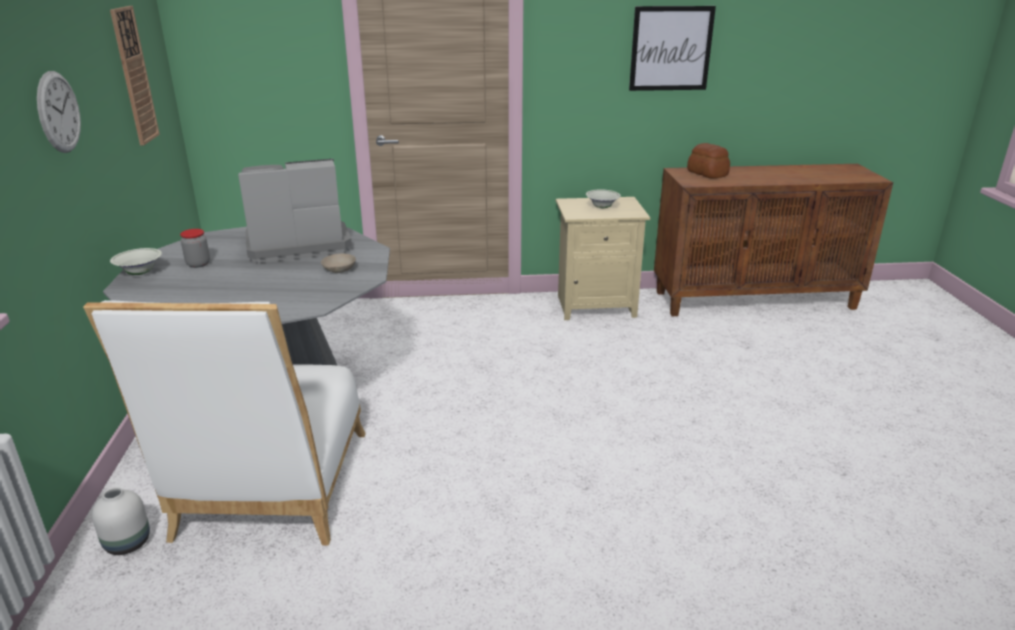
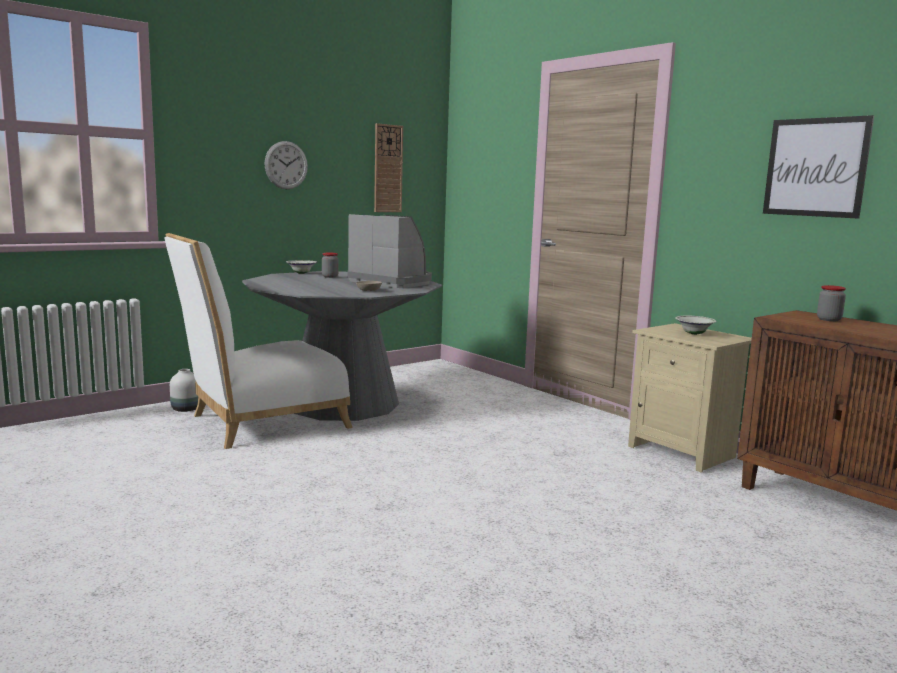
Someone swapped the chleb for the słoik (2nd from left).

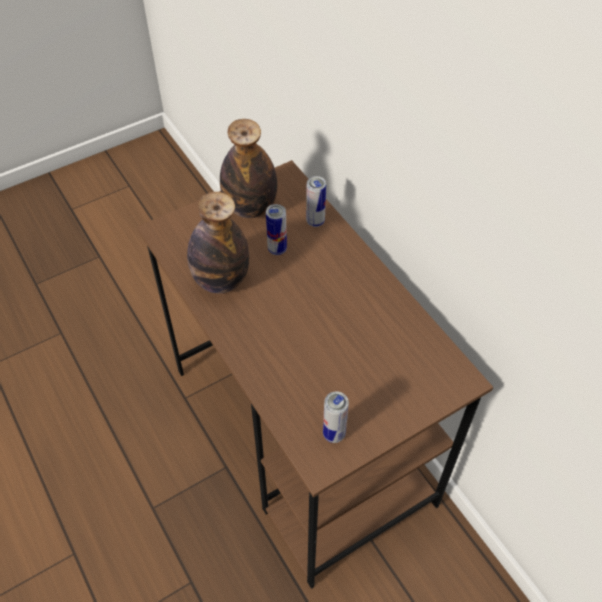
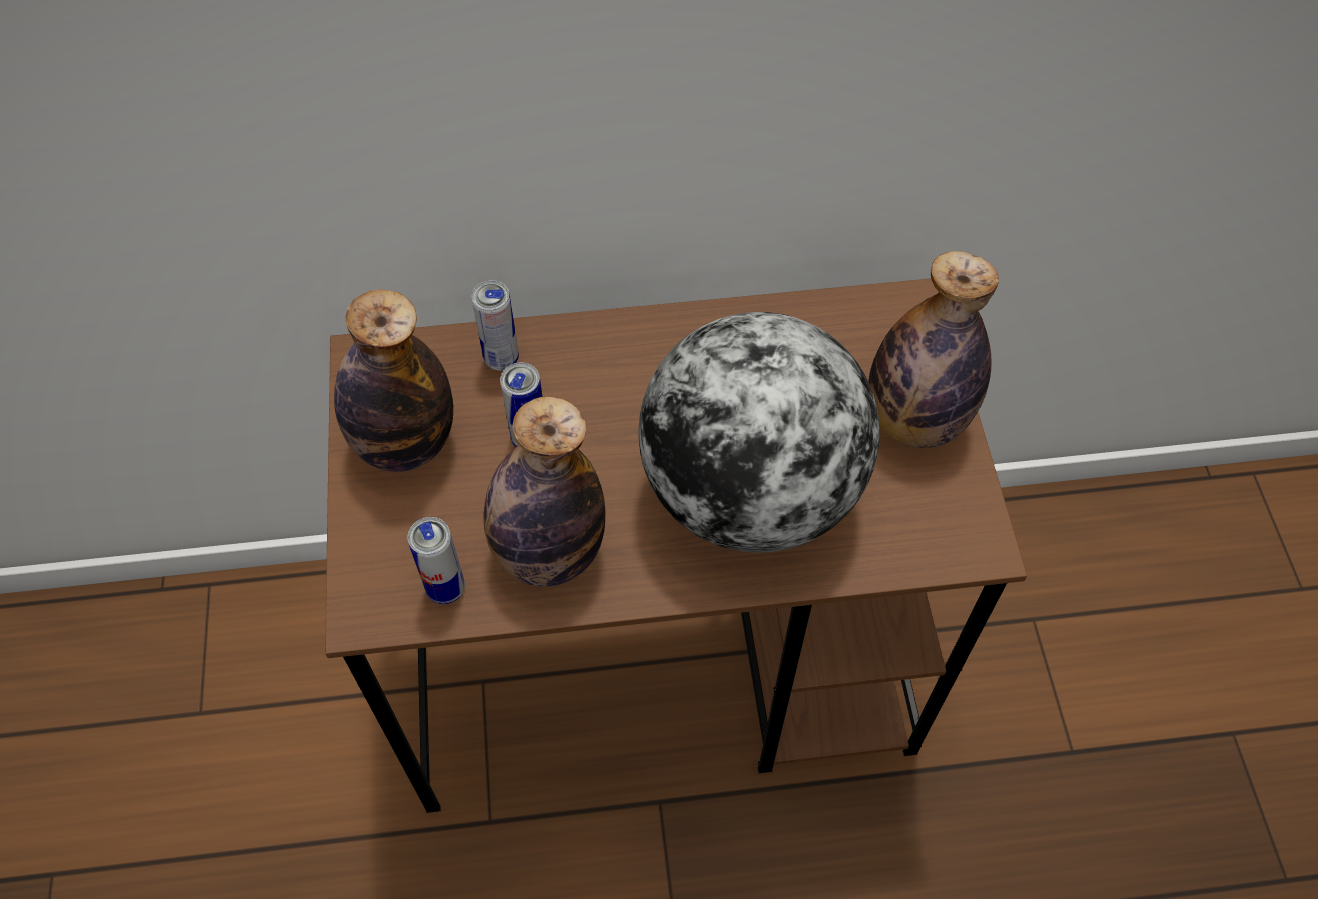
Someone put down the globus. Someone put down the butelka (3rd from left). Someone carried the puszka (3rd from left in the first image).

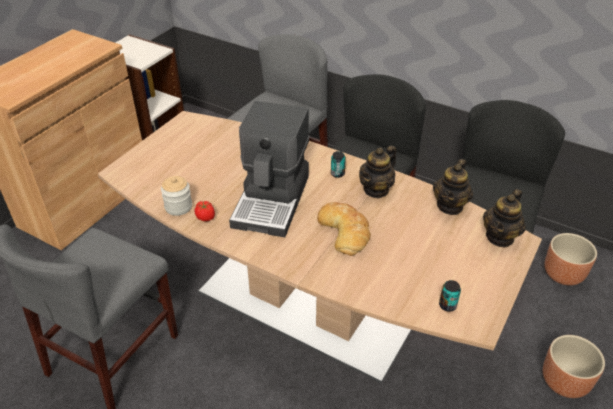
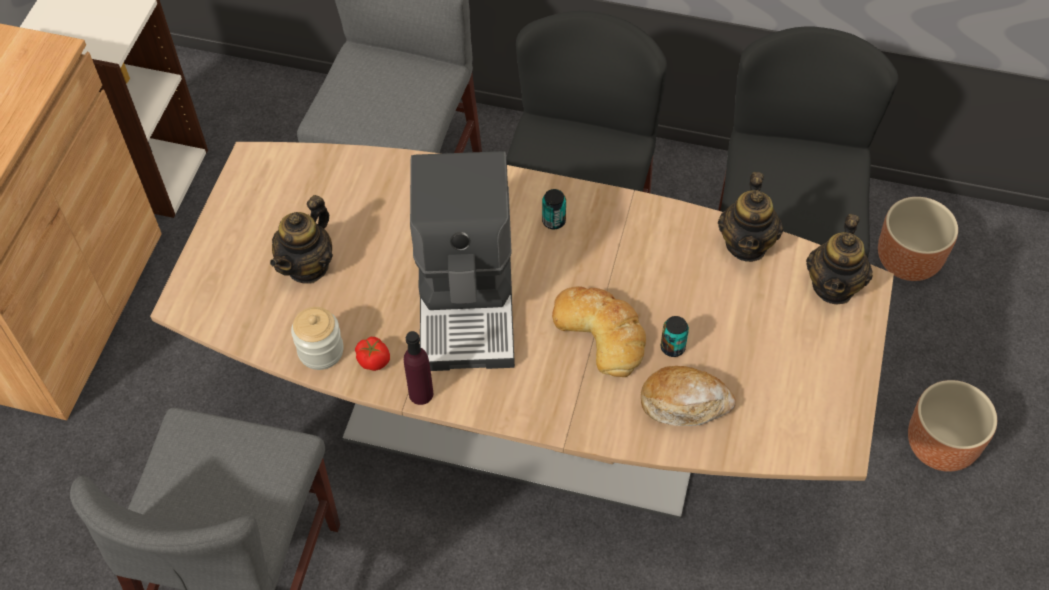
Someone put down the butelka/fioletowy. Someone put down the chleb (2nd from left). Someone carried the imbryk (1st from left). Someone carried the puszka (2nd from left).

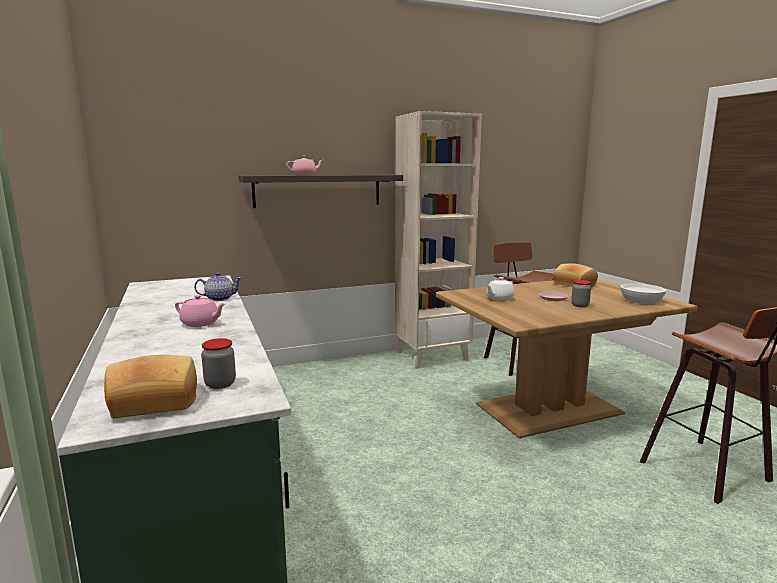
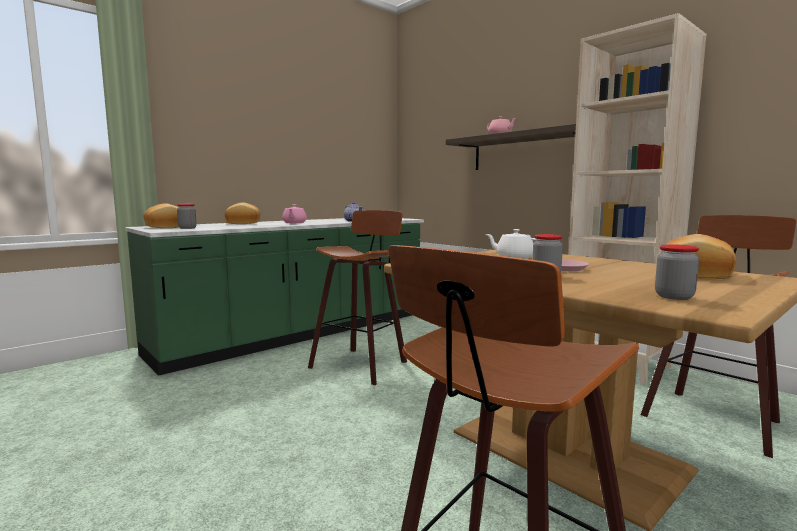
Someone put down the chleb (2nd from left). Someone put down the stołek (1st from left). Someone swapped the miska/biały for the słoik (3rd from left).

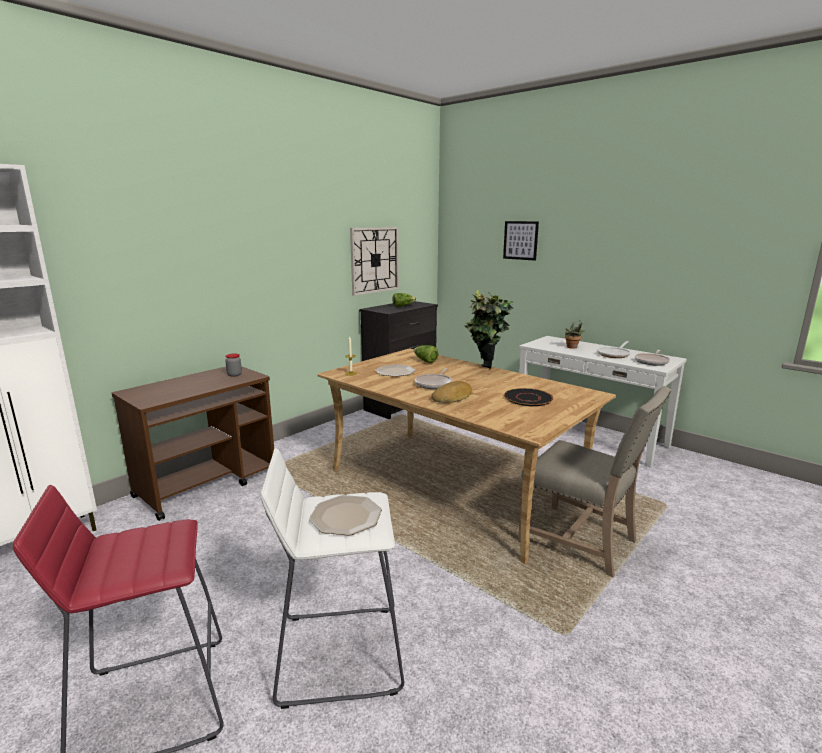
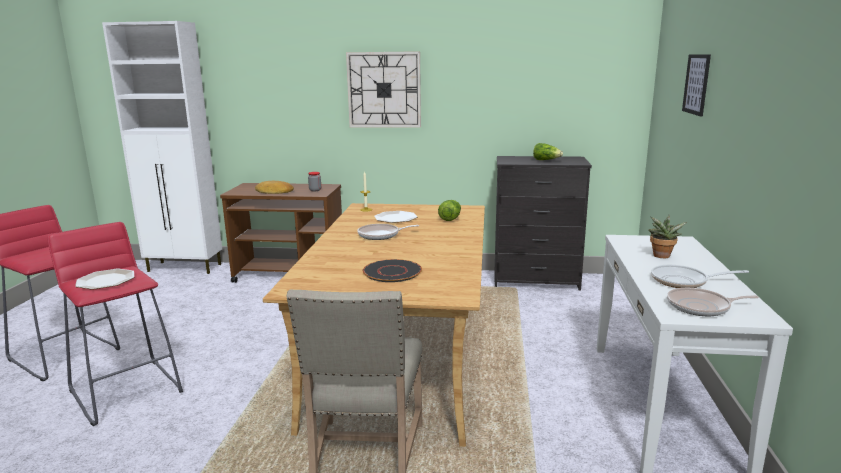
Someone took away the roślina doniczkowa (1st from left). Someone carried the zegar ścienny. Someone carried the chleb. Someone repainted the stołek/biały, which became the stołek/czerwony (2nd from left).

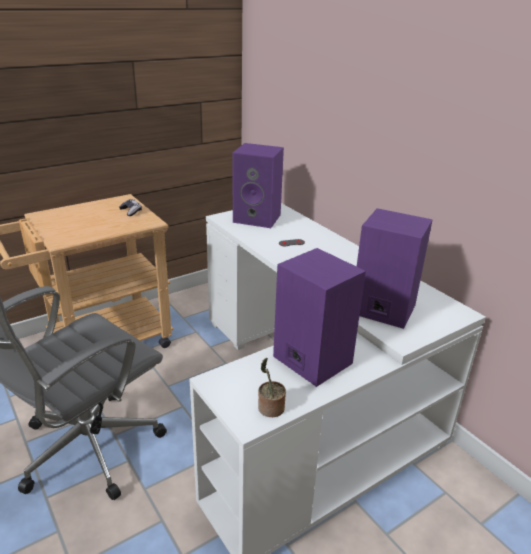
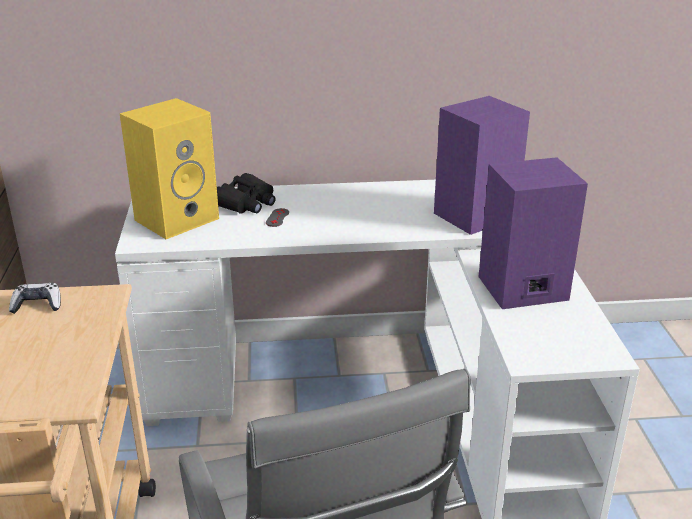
Someone took away the roślina doniczkowa. Someone put down the lornetka/czarny. Someone repainted the głośnik/fioletowy (1st from left), which became the głośnik/żółty.

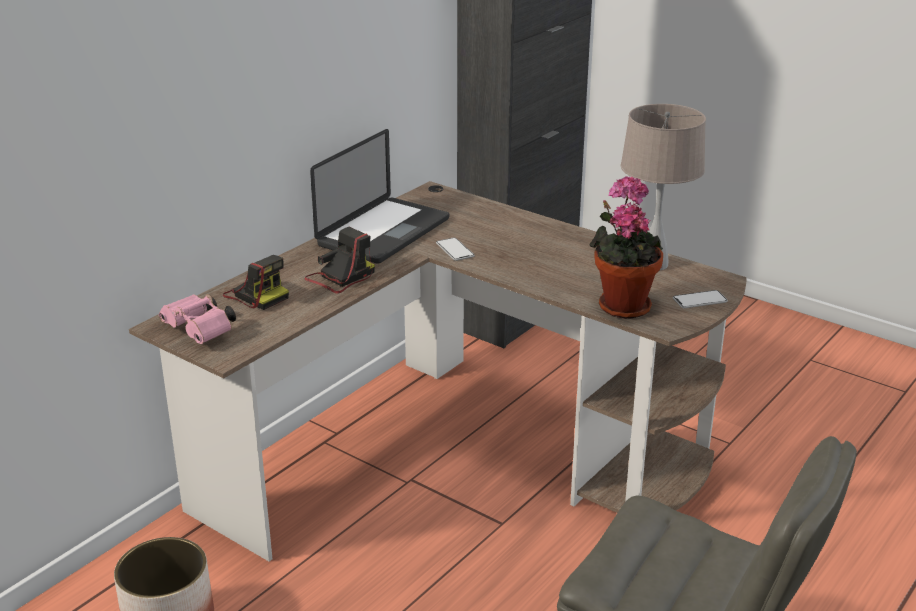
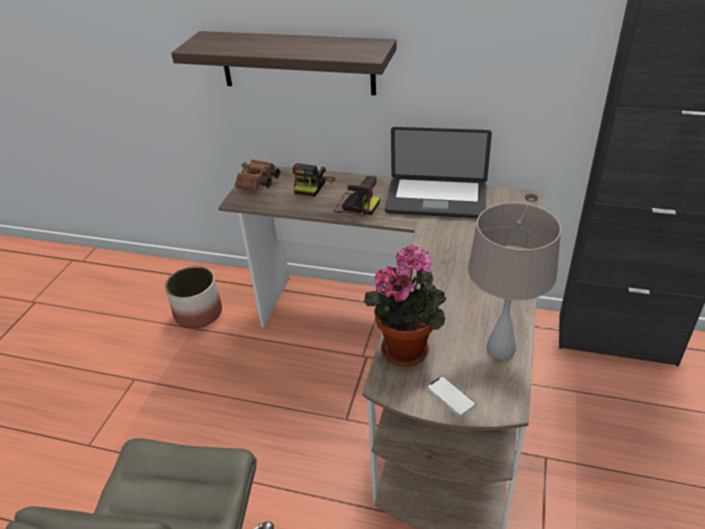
Someone took away the telefon (1st from left). Someone put up the półka. Someone repainted the lornetka/różowy, which became the lornetka/brązowy.

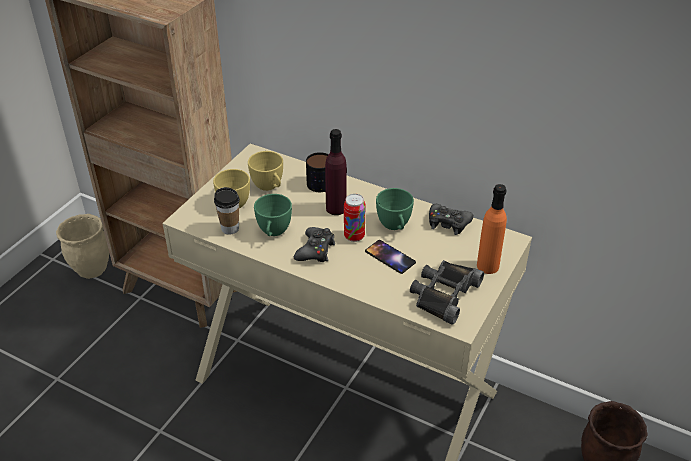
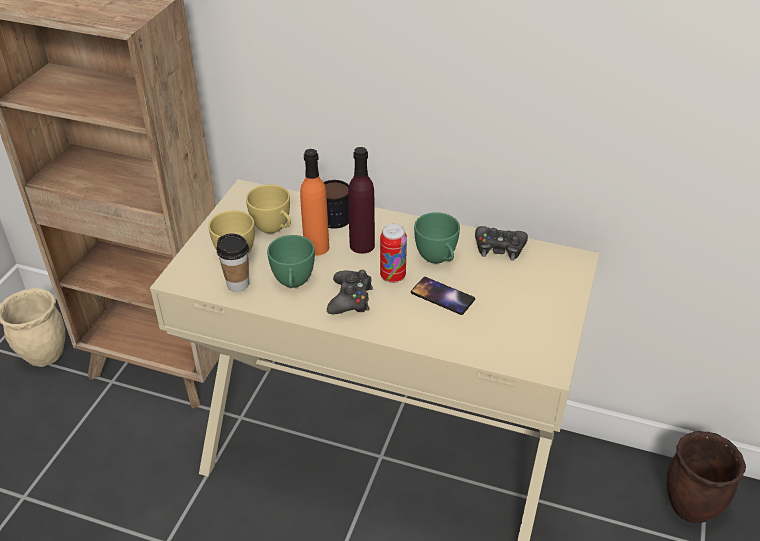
Someone took away the lornetka/czarny. Someone carried the butelka/pomarańczowy.

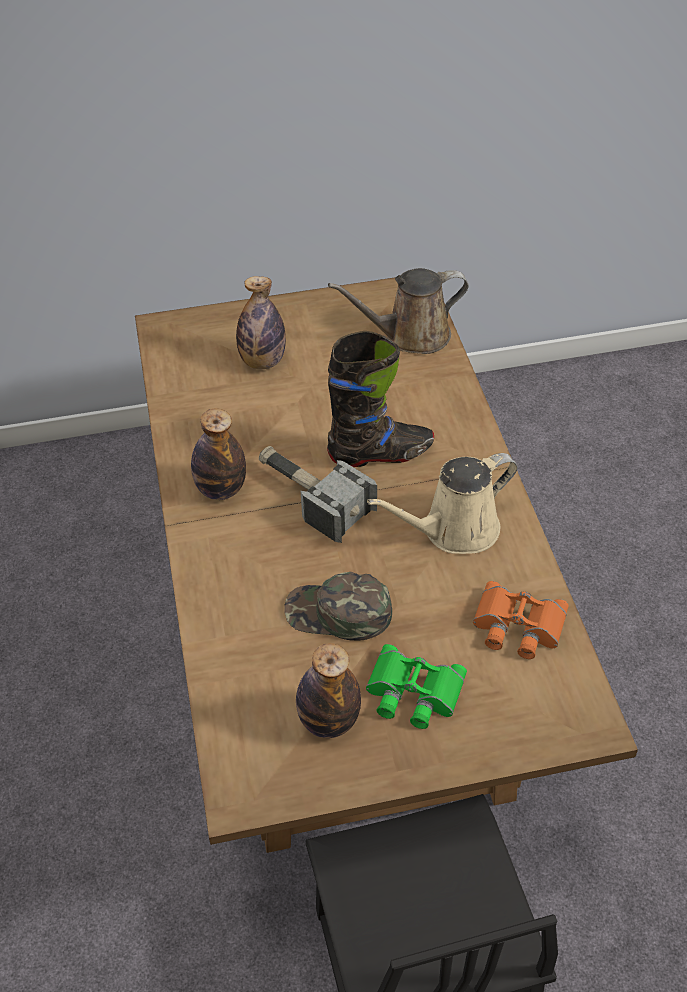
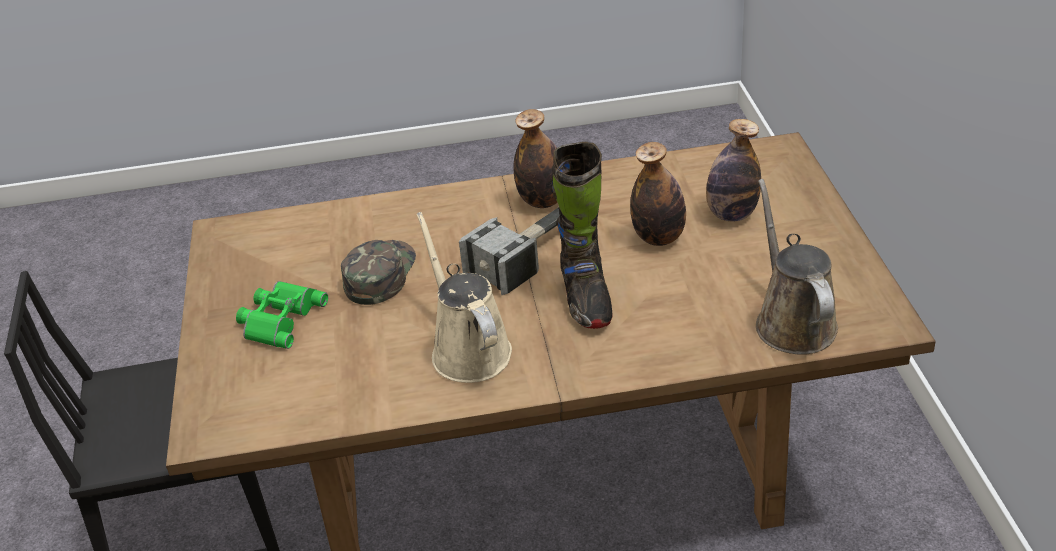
Someone took away the lornetka/pomarańczowy. Someone carried the butelka (3rd from left in the first image).

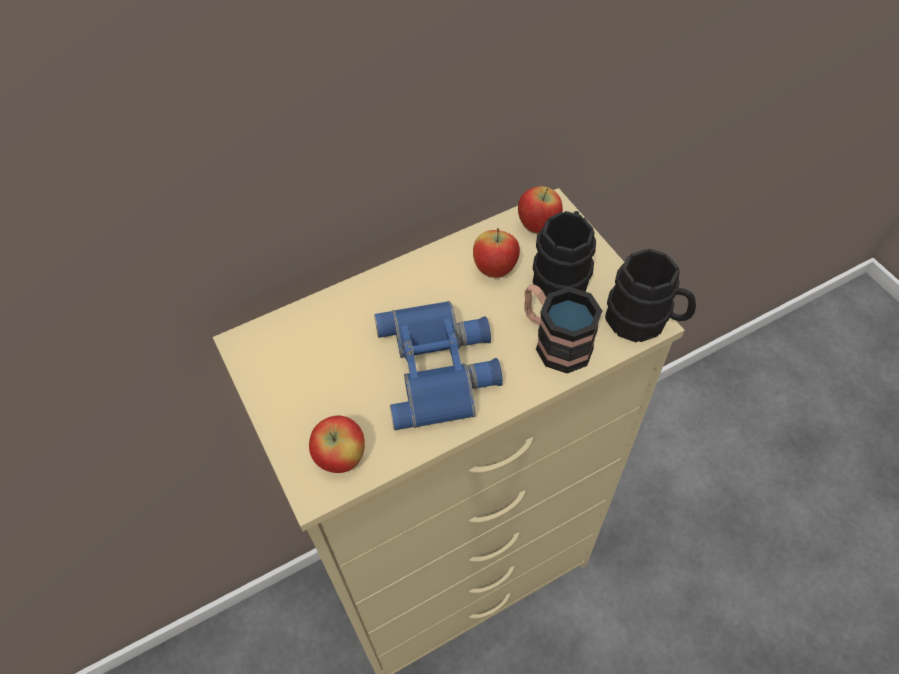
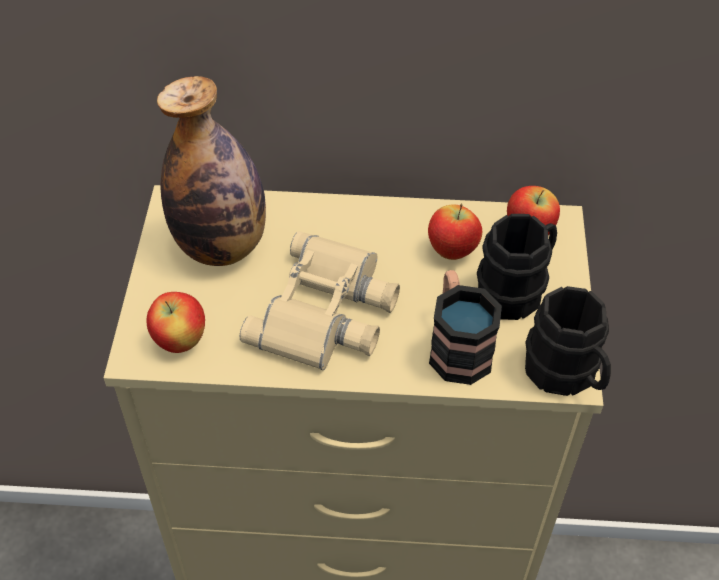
Someone put down the butelka. Someone repainted the lornetka/niebieski, which became the lornetka/beżowy.

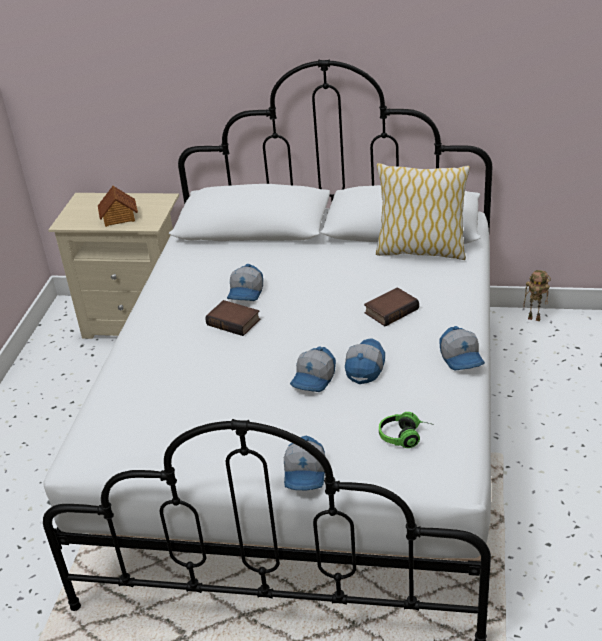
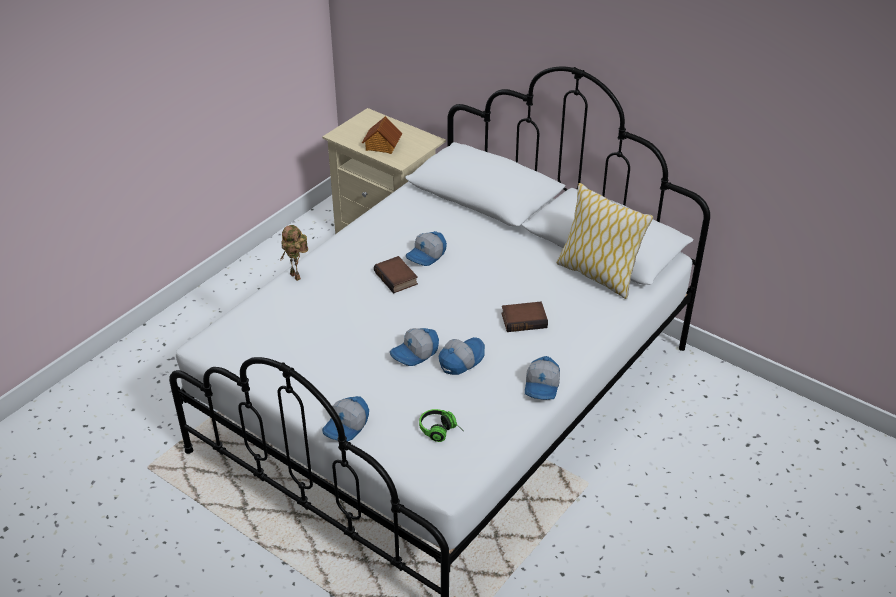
Someone carried the robot zabawkowy.

